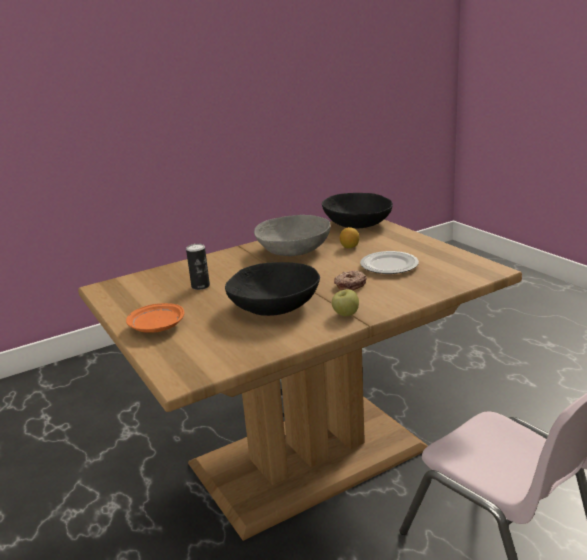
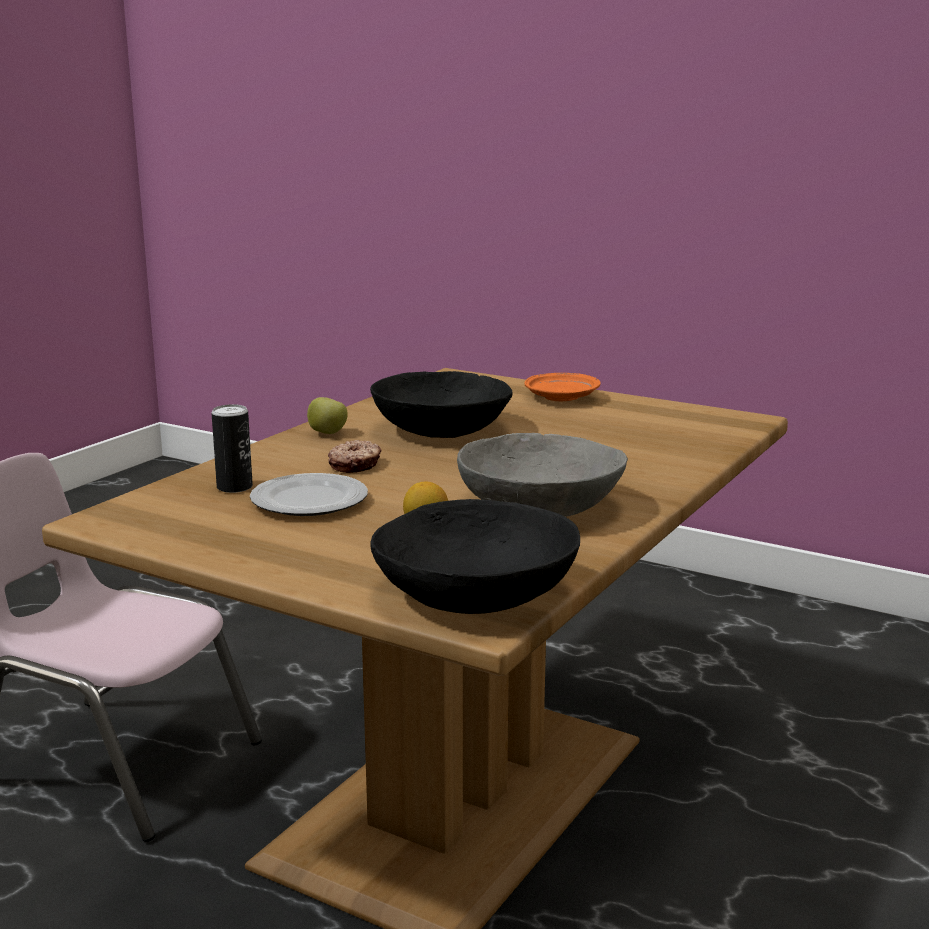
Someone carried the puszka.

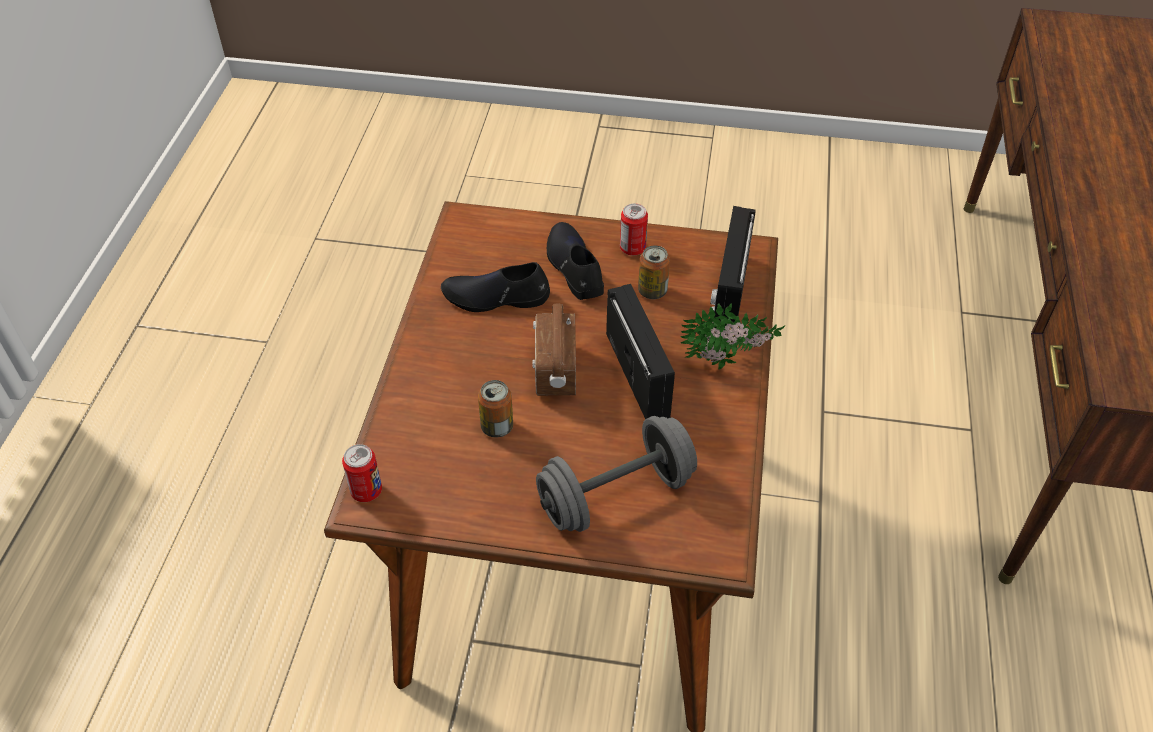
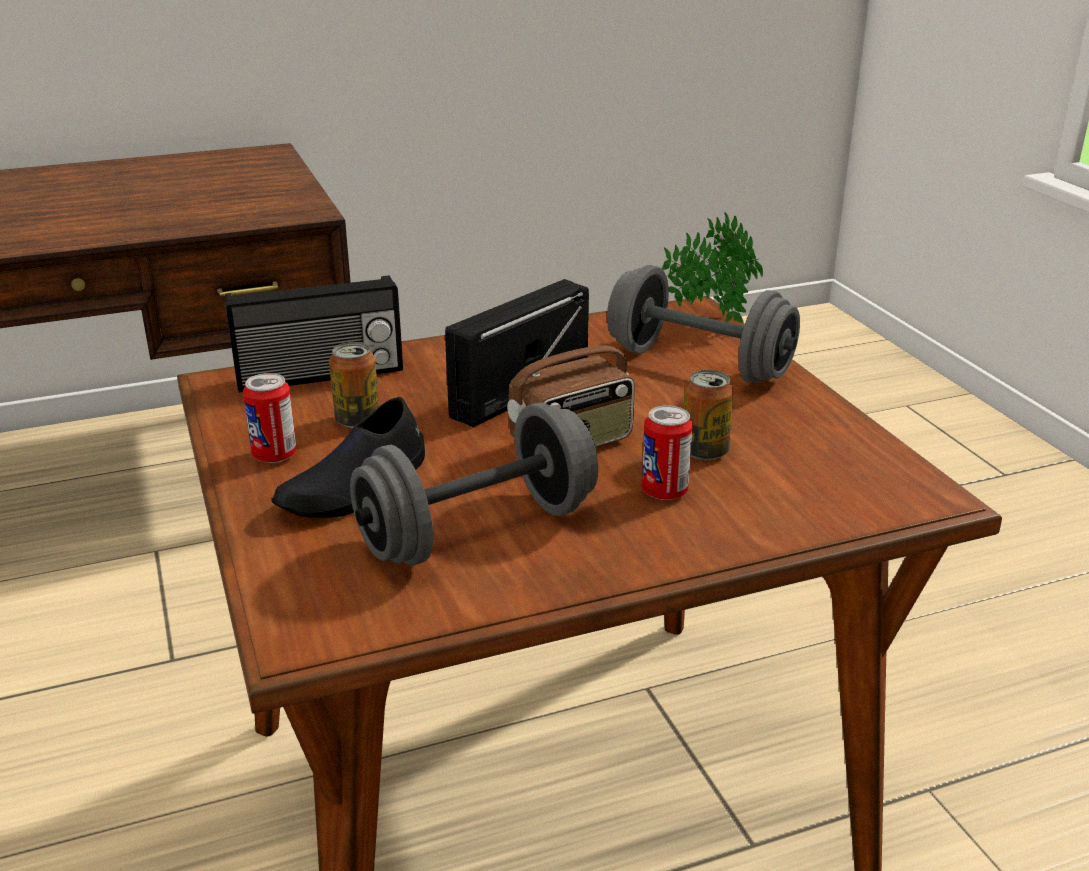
Someone carried the puszka (1st from left in the first image). Someone carried the roślina doniczkowa. Someone swapped the but/czarny (1st from left) for the hantel/szary (1st from left).

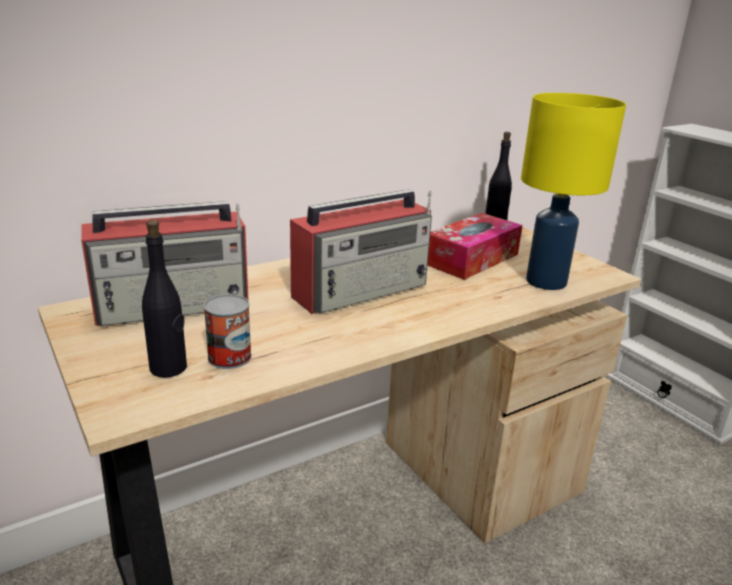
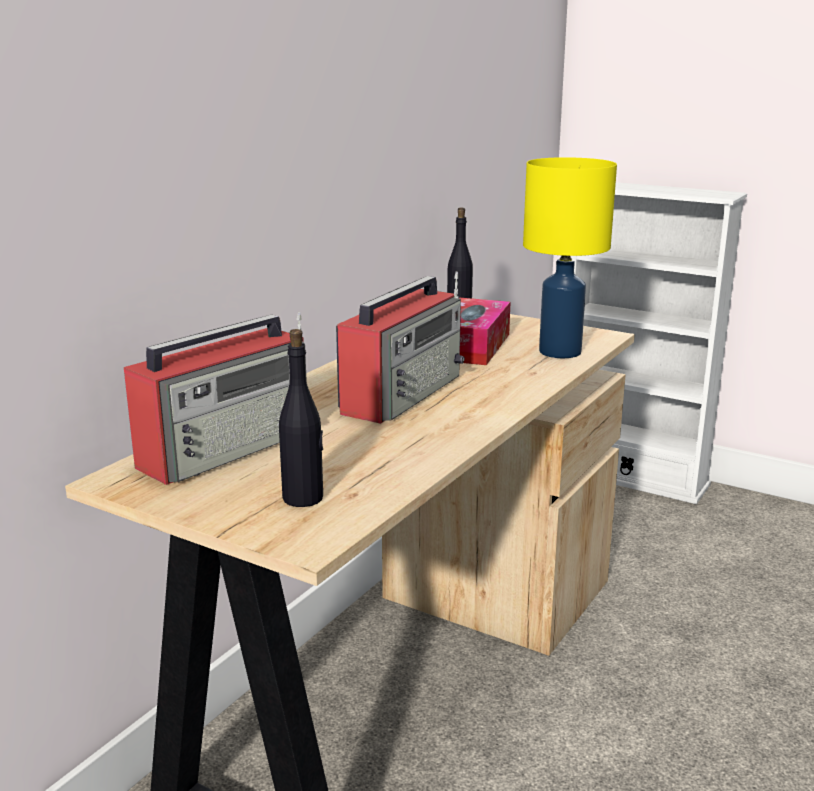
Someone took away the puszka.

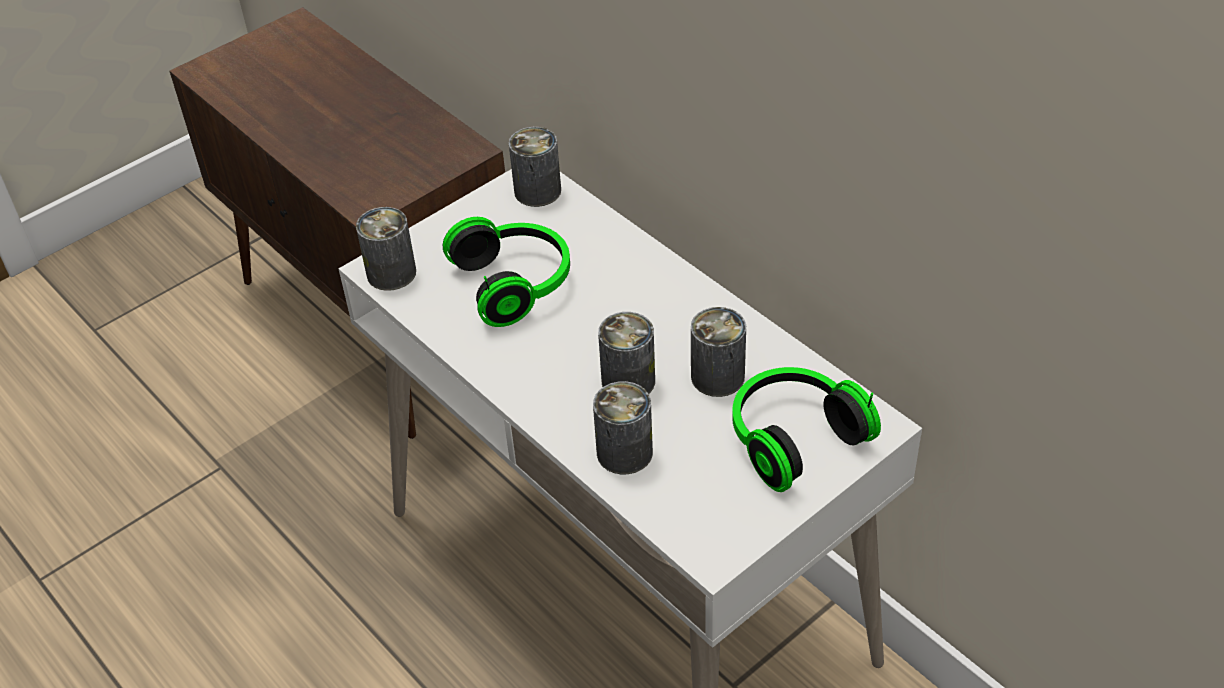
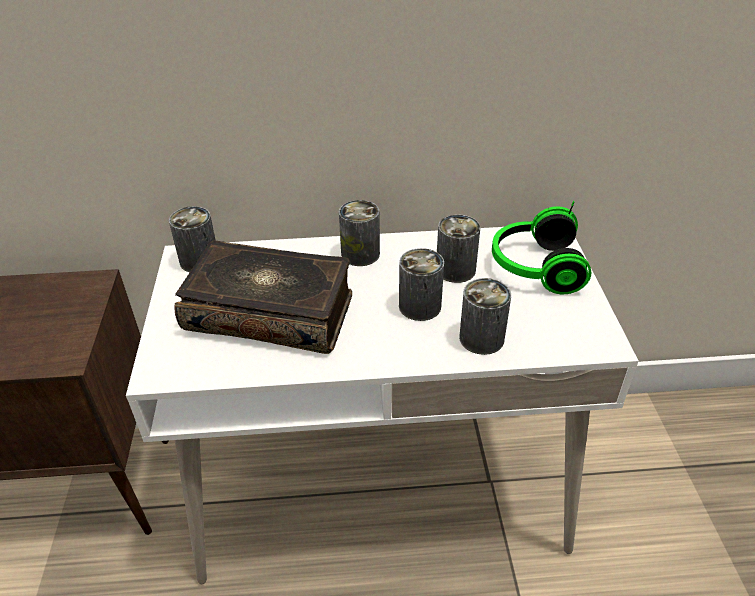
Someone carried the puszka (1st from left in the first image). Someone swapped the słuchawki (1st from left) for the książka.

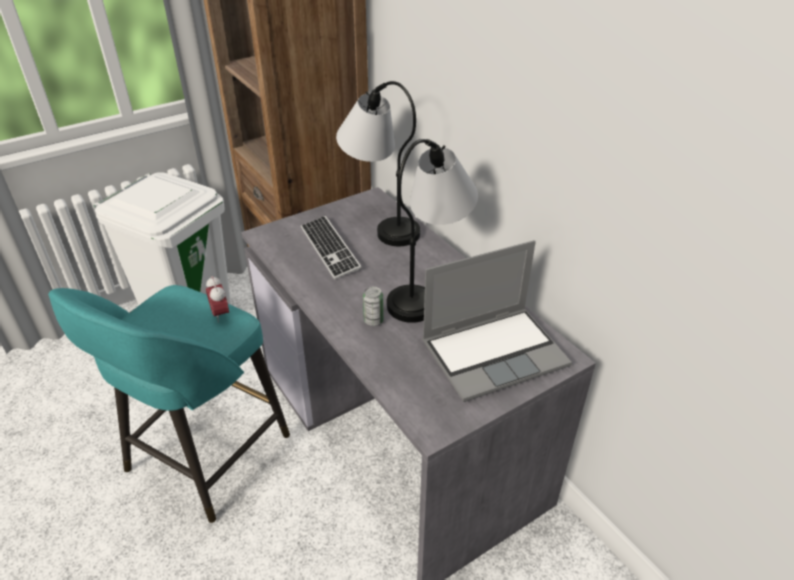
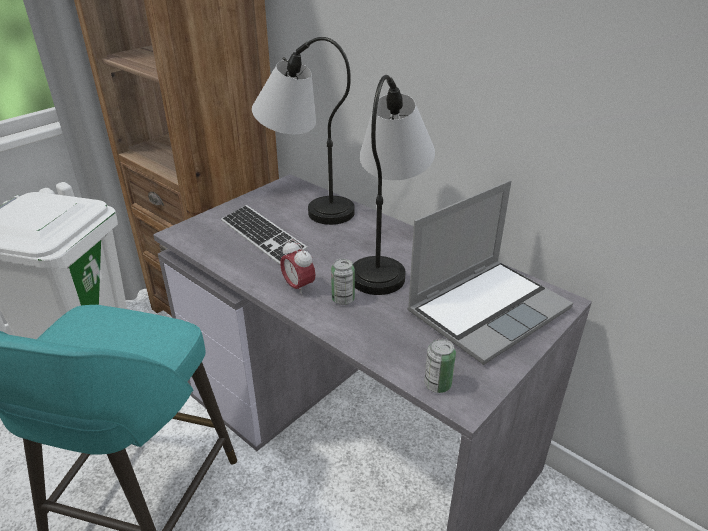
Someone put down the puszka (2nd from left). Someone carried the budzik.

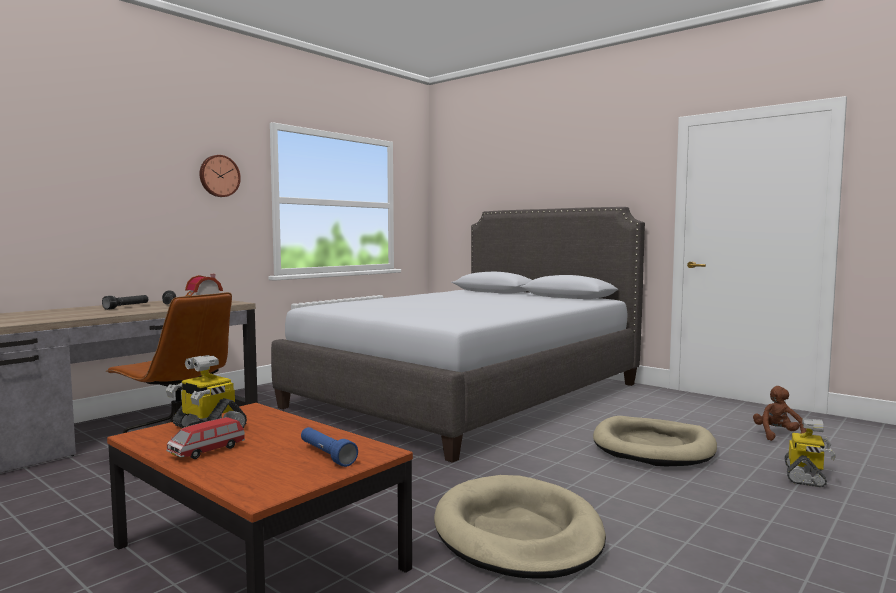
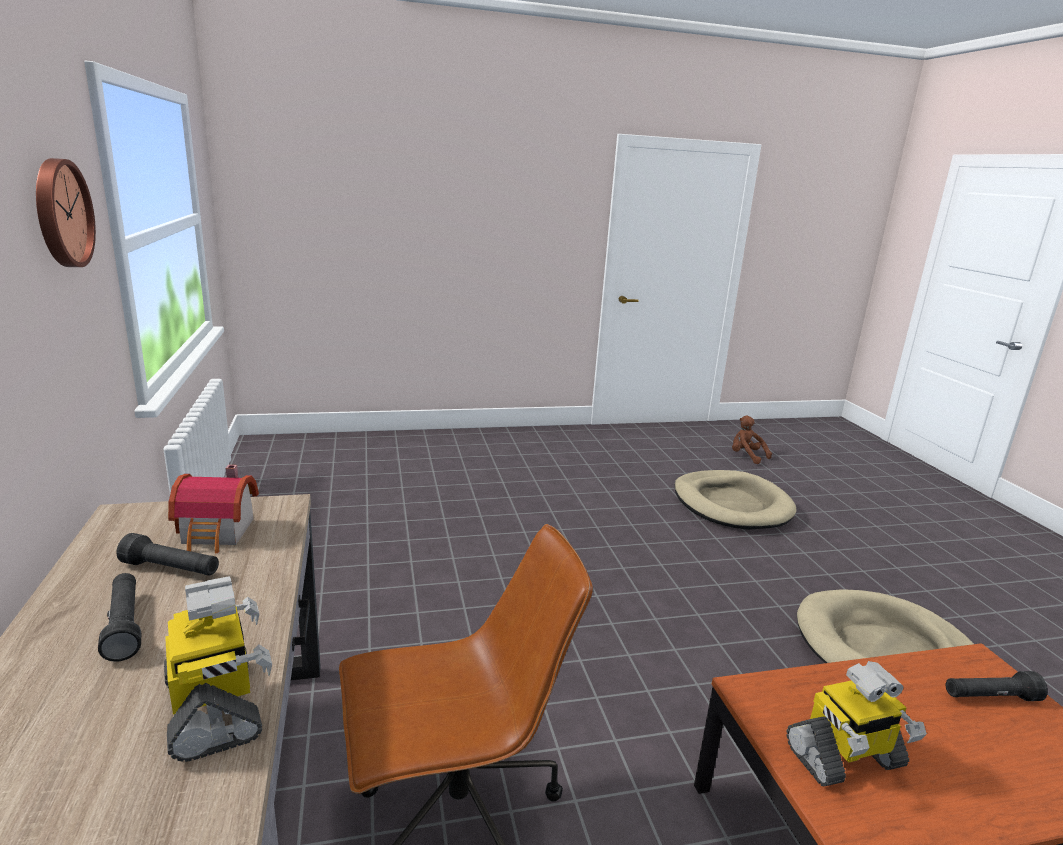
Someone took away the samochodzik. Someone took away the łóżko/szary. Someone carried the robot zabawkowy (2nd from left in the first image). Someone repainted the latarka/niebieski, which became the latarka/czarny (3rd from left).

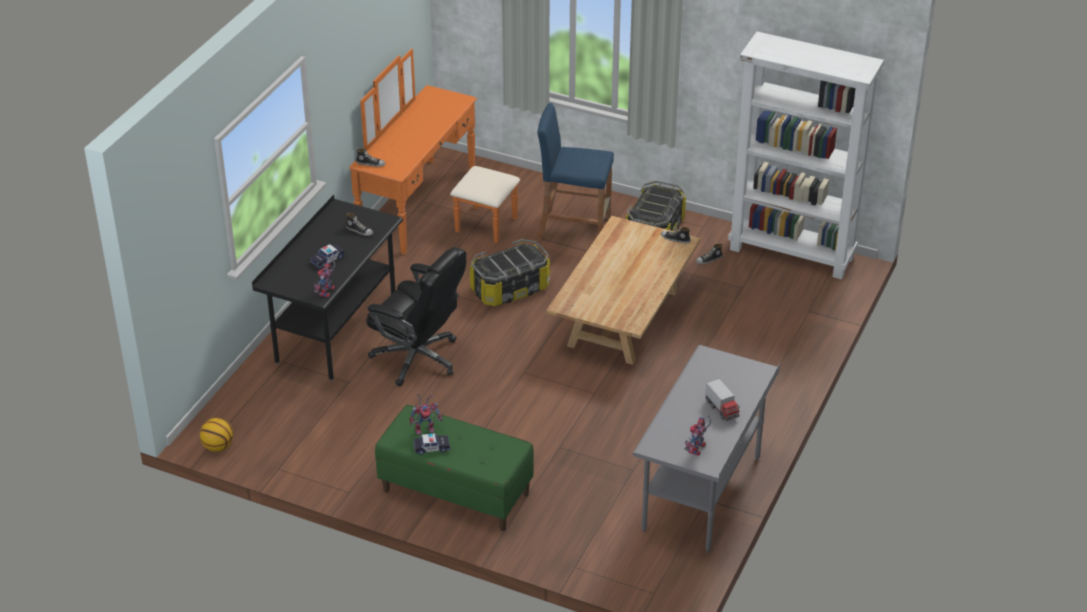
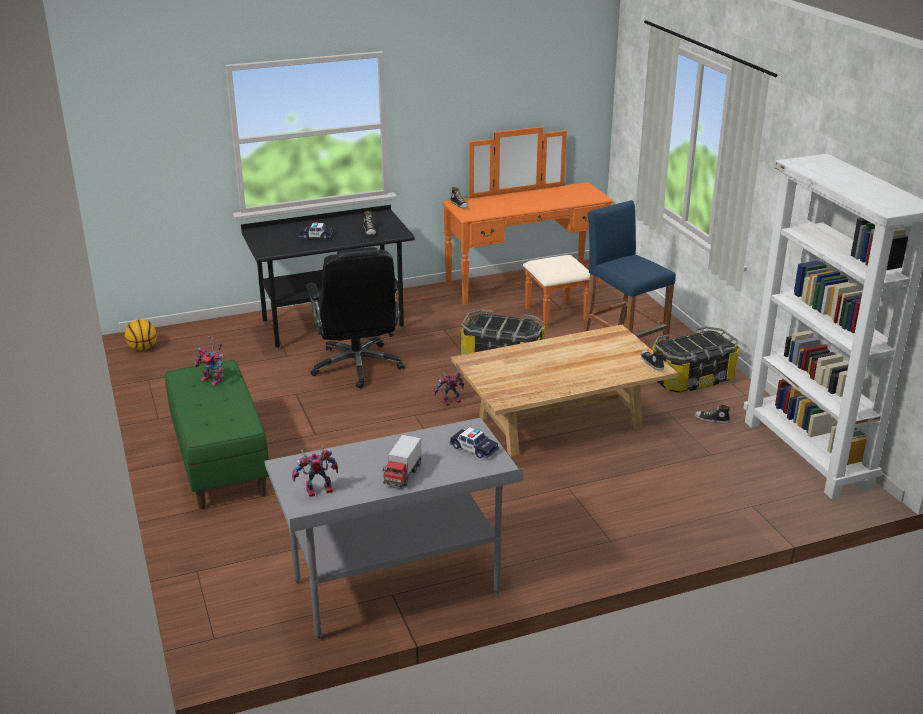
Someone carried the robot zabawkowy (1st from left in the first image). Someone carried the samochodzik (2nd from left).

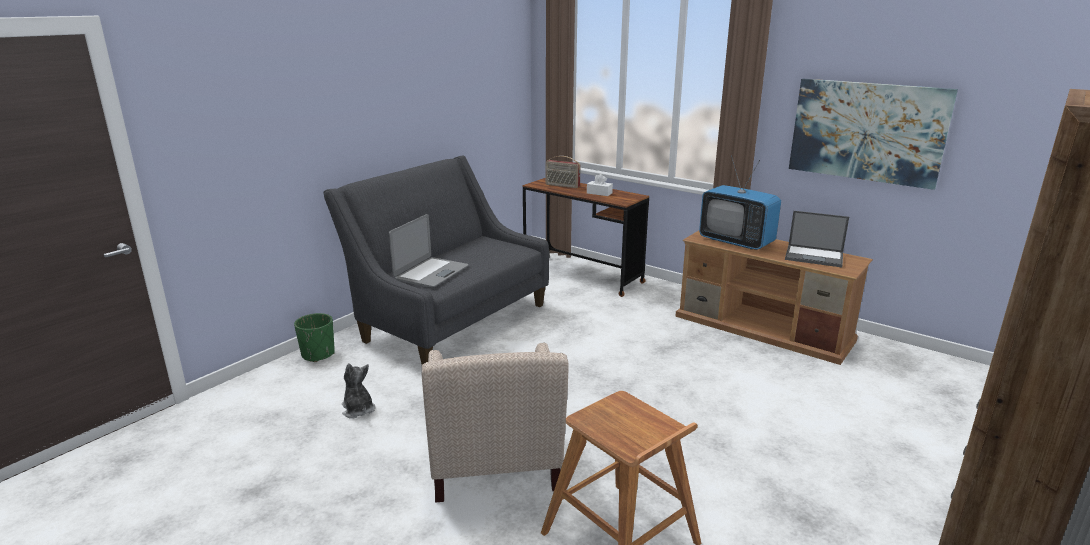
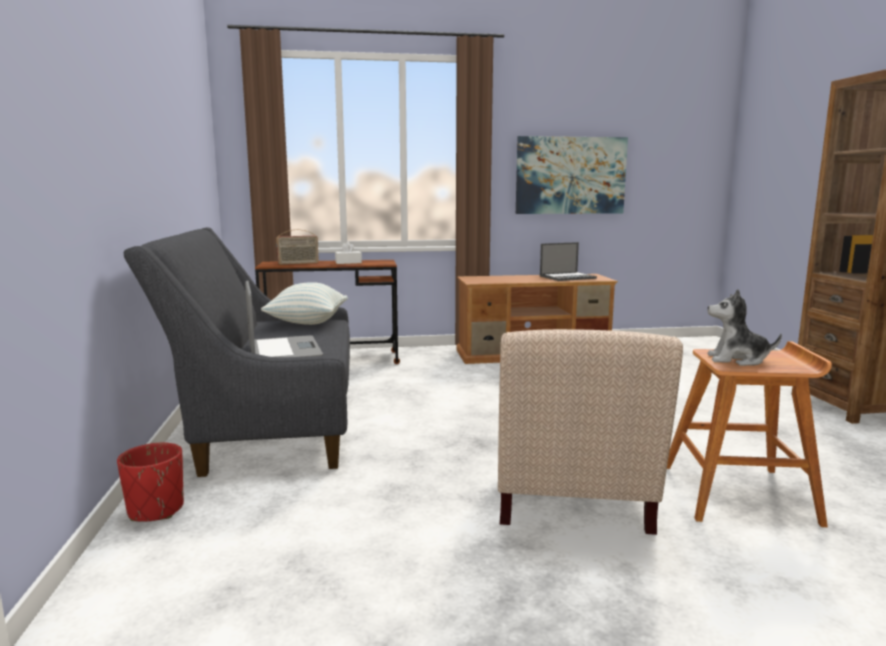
Someone took away the telewizor. Someone put down the poduszka. Someone carried the pluszak. Someone repainted the donica/zielony, which became the donica/czerwony. Someone rotated the fotel/beżowy by 60 degrees clockwise.

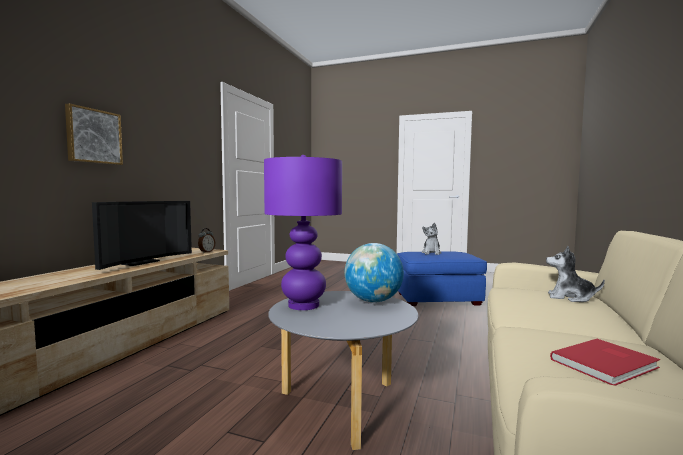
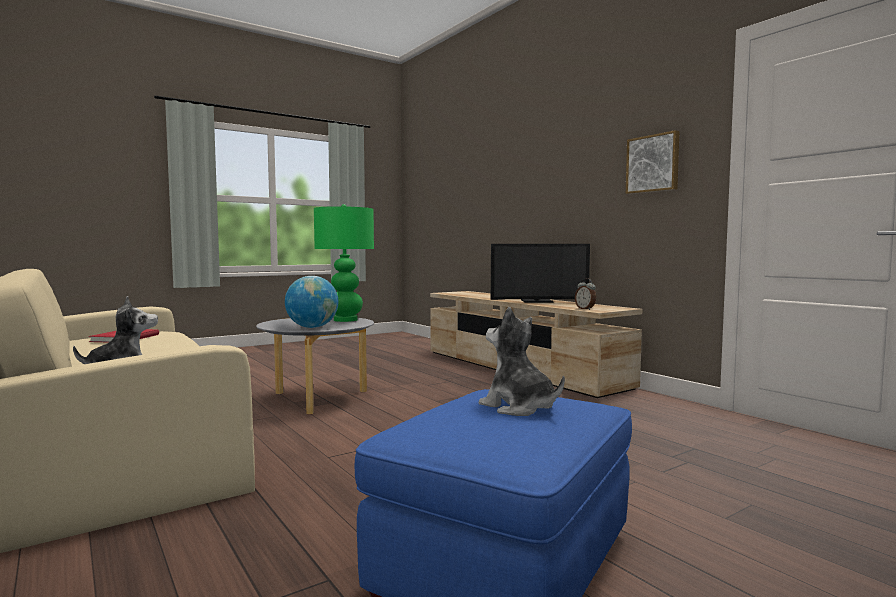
Someone carried the obraz. Someone repainted the lampa stołowa/fioletowy, which became the lampa stołowa/zielony. Someone rotated the telewizor by 60 degrees counterclockwise.

